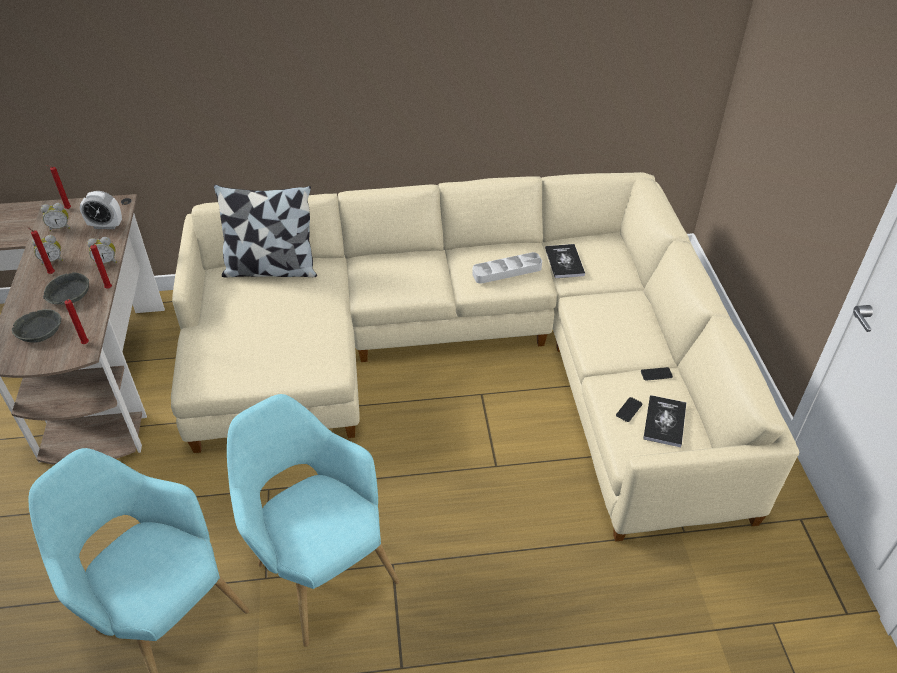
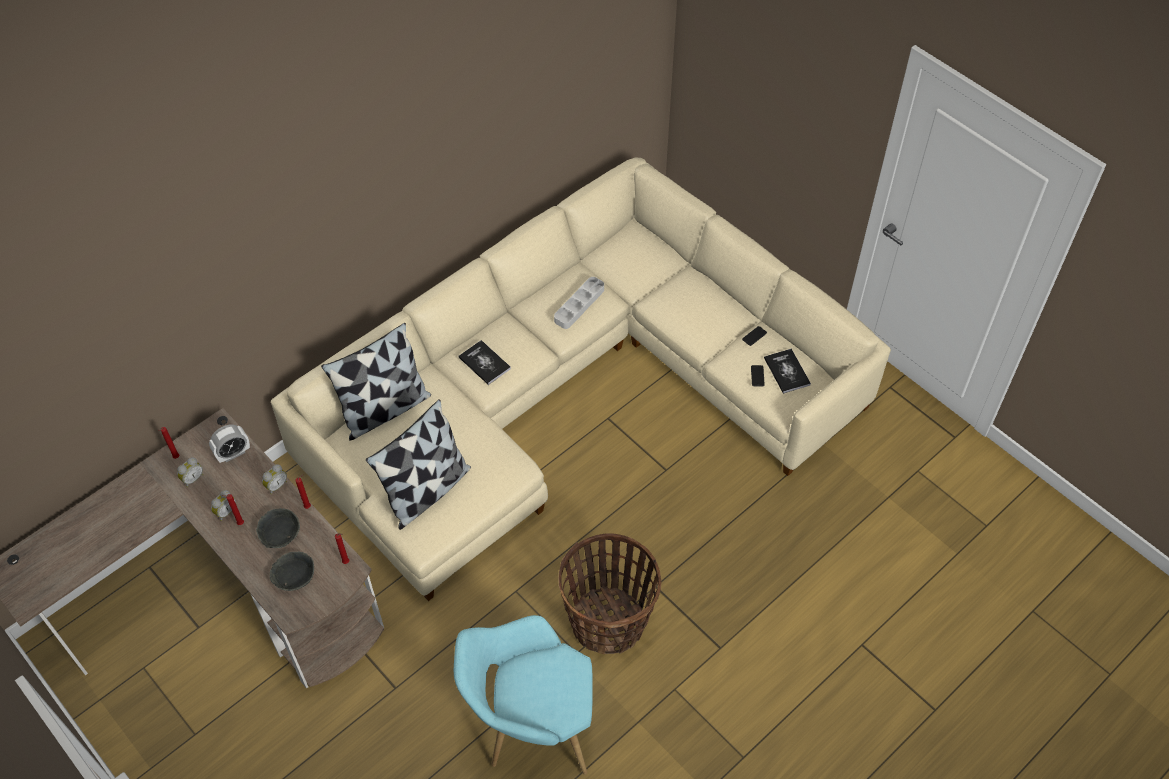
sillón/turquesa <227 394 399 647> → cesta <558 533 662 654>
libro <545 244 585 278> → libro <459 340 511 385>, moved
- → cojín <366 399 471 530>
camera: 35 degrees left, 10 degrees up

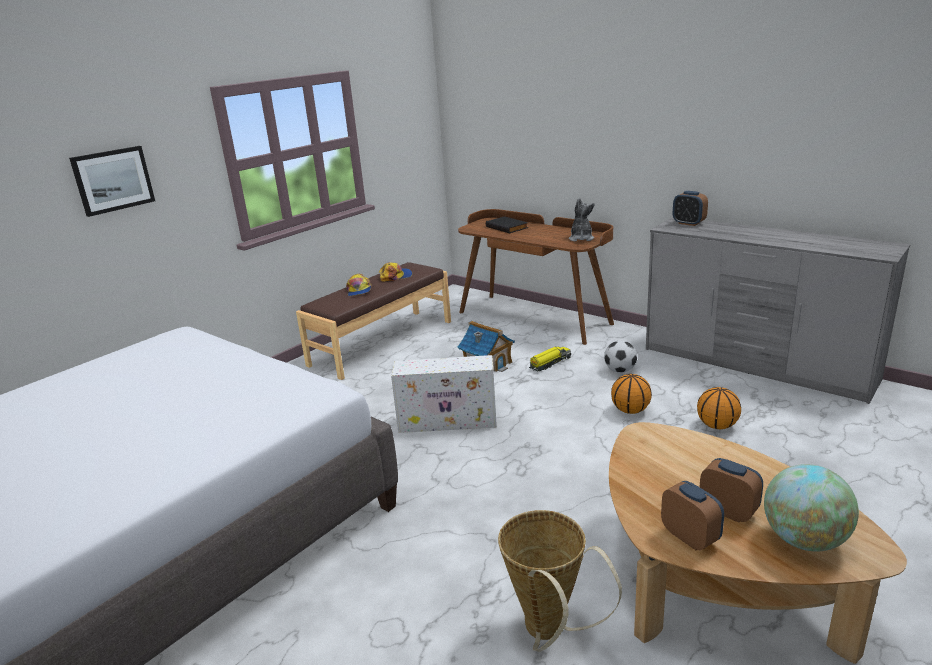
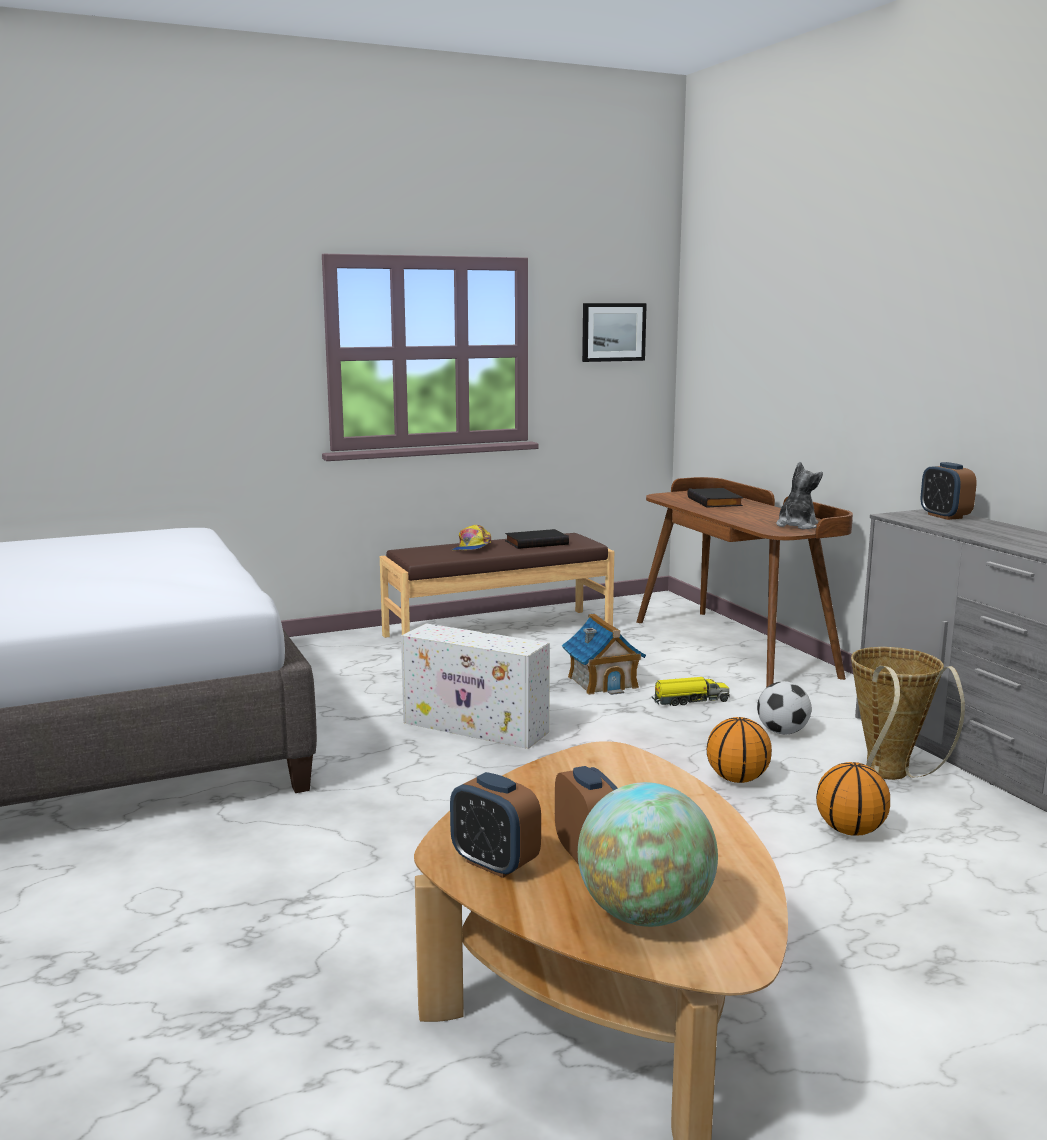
cuadro <69 146 155 217> → cuadro <582 303 647 362>, moved
gorra <379 262 412 282> → libro/negro <505 529 569 549>
cesta <498 510 622 652> → cesta <851 647 965 780>, moved
despertador <661 481 724 550> → despertador <450 772 541 878>, 135 degrees clockwise
camera: 25 degrees right, 10 degrees down

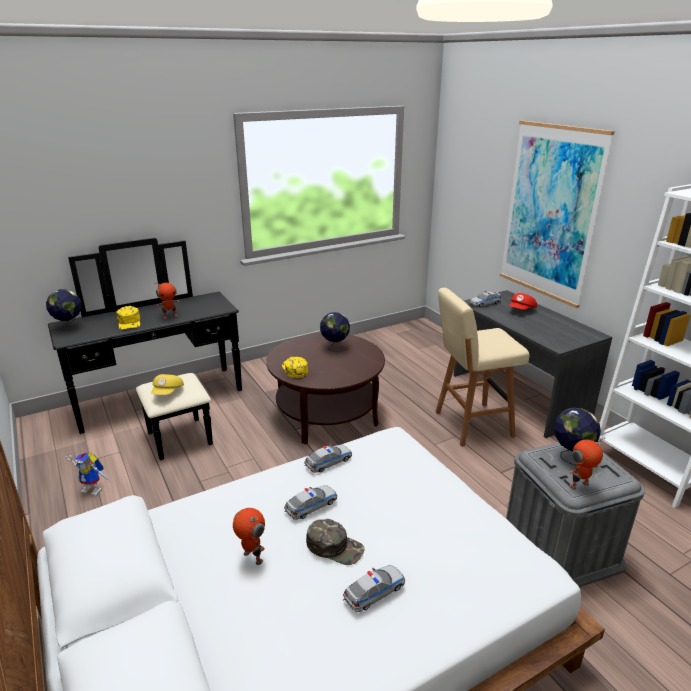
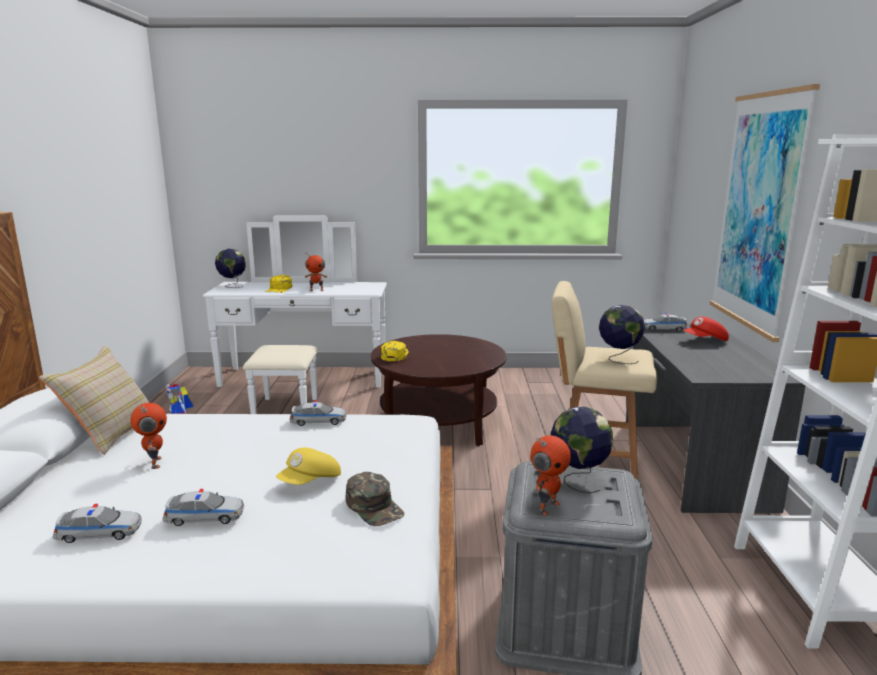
cómoda/negro <48 238 242 460> → cómoda/blanco <203 215 387 414>
gorra/amarillo <151 374 184 395> → gorra/amarillo <276 448 341 485>, moved
coche de juguete <284 485 337 520> → coche de juguete <53 504 142 543>, moved
gorra/verde <306 519 365 565> → gorra/verde <345 472 404 526>, moved
globo terráqueo <320 312 350 352> → globo terráqueo <599 305 645 364>, moved
robot de juguete <569 437 605 490> → robot de juguete <530 435 571 516>, 120 degrees clockwise
- → cojín/beis <39 345 149 455>
camera: 30 degrees right, 10 degrees down

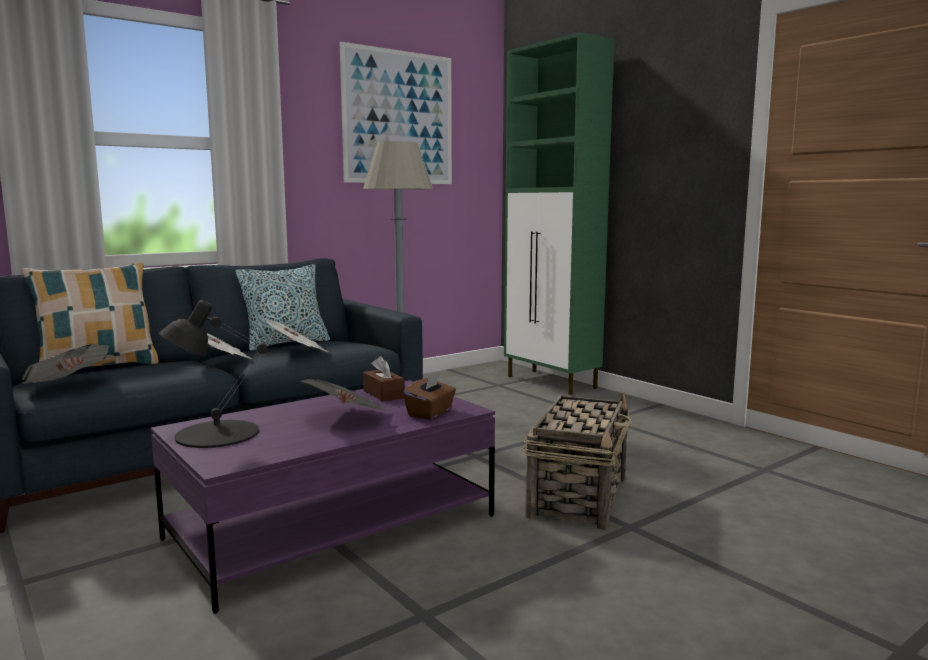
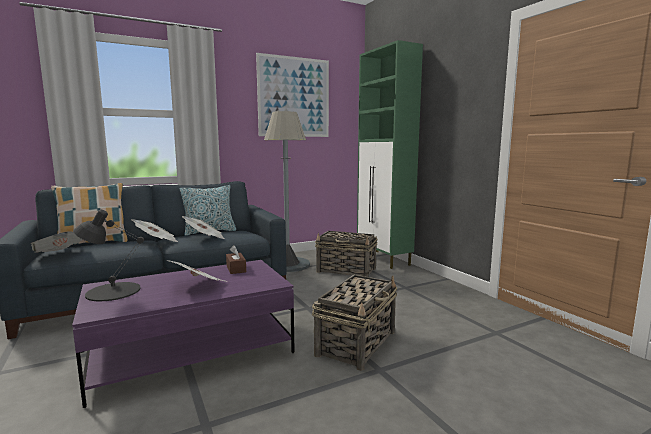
caja de pañuelos/marrón <403 372 456 420> → -
- → cesta <315 231 378 277>
camera: 10 degrees right, 0 degrees up

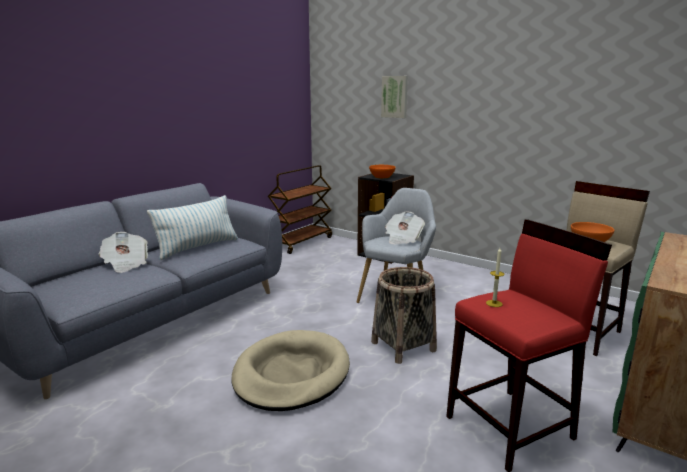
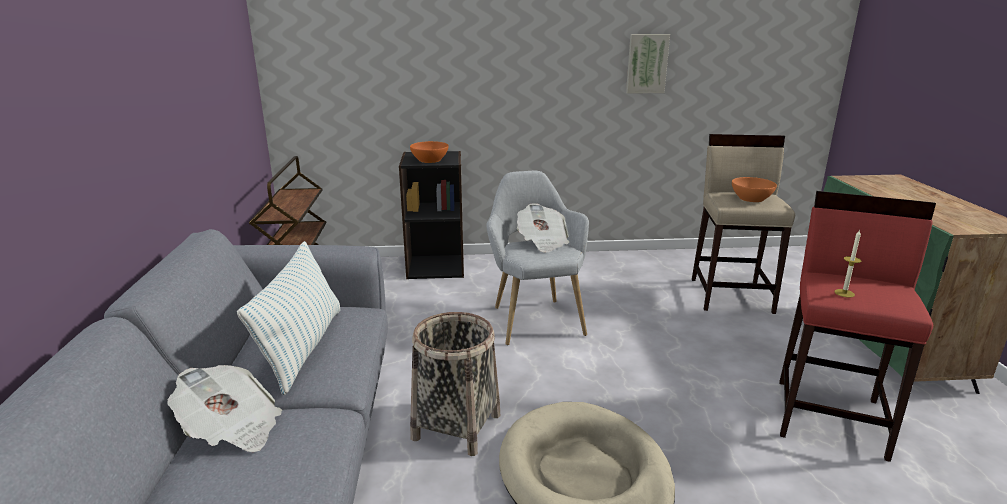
cesta <371 267 437 364> → cesta <410 312 501 456>, moved
cuadro <381 76 408 118> → cuadro <626 34 670 94>, moved
camera: 40 degrees left, 5 degrees up

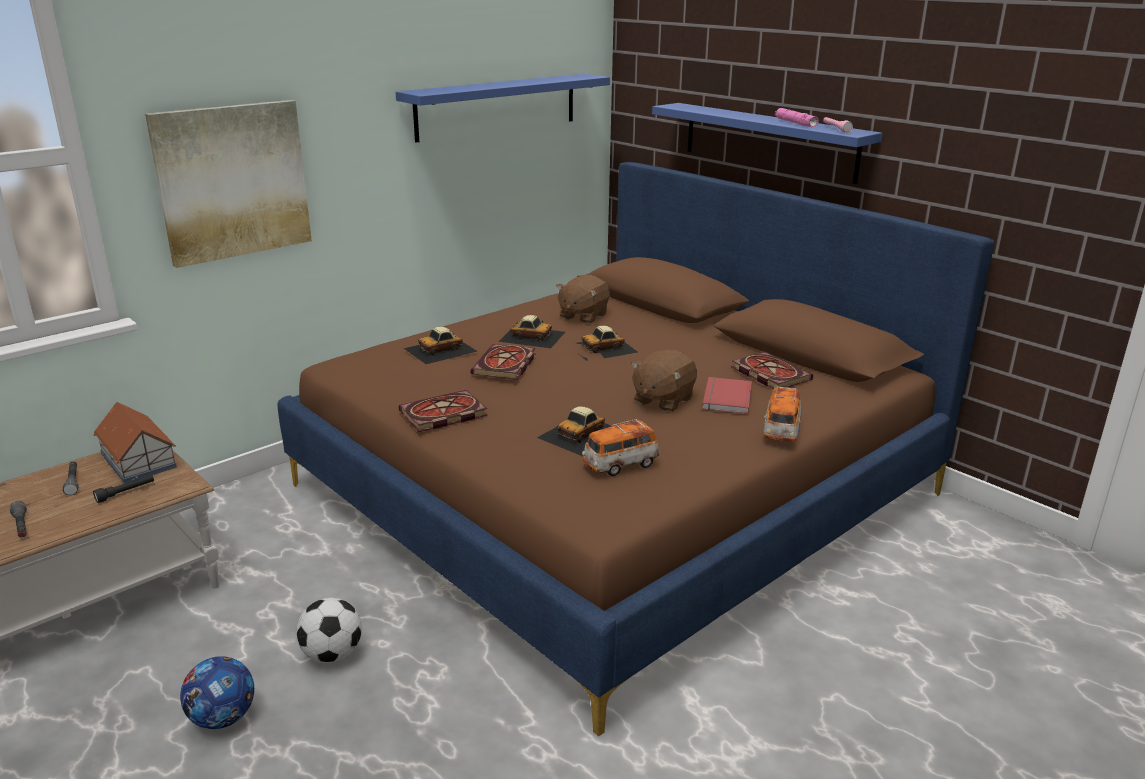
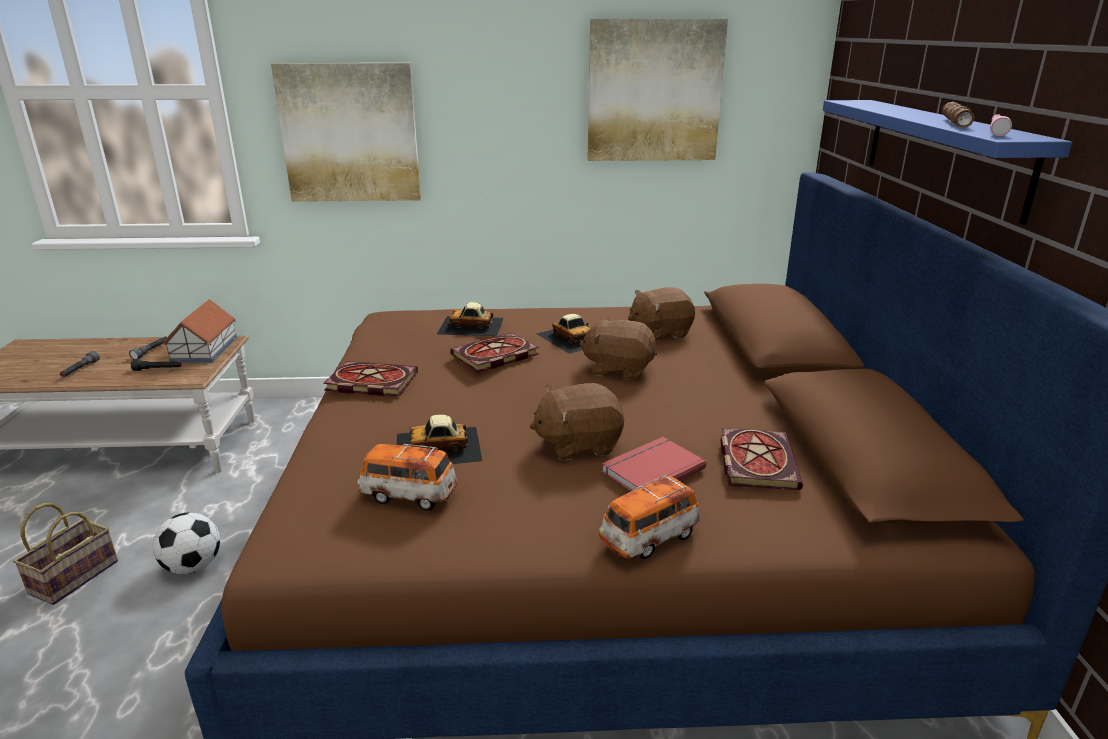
balón de fútbol <180 656 254 729> → cesta <13 503 118 605>
estante/azul <396 74 610 143> → cuadro <588 19 728 161>
coche de juguete <577 326 639 361> → peluche/marrón <580 317 657 380>
linterna/rosa <775 108 819 128> → linterna/marrón <942 102 975 128>
camera: 40 degrees right, 0 degrees up

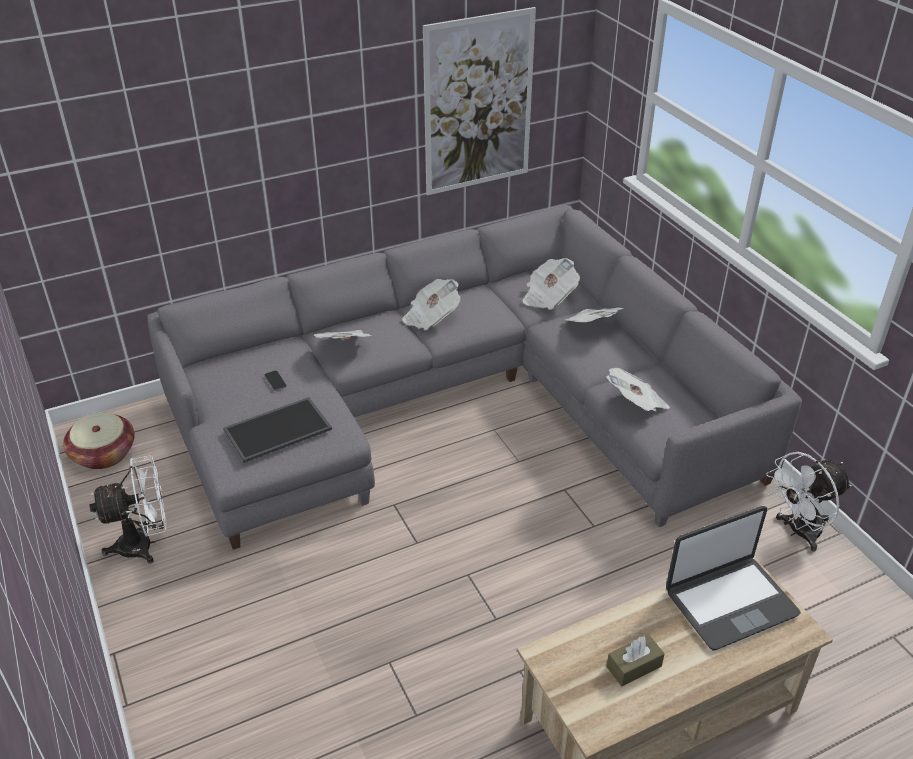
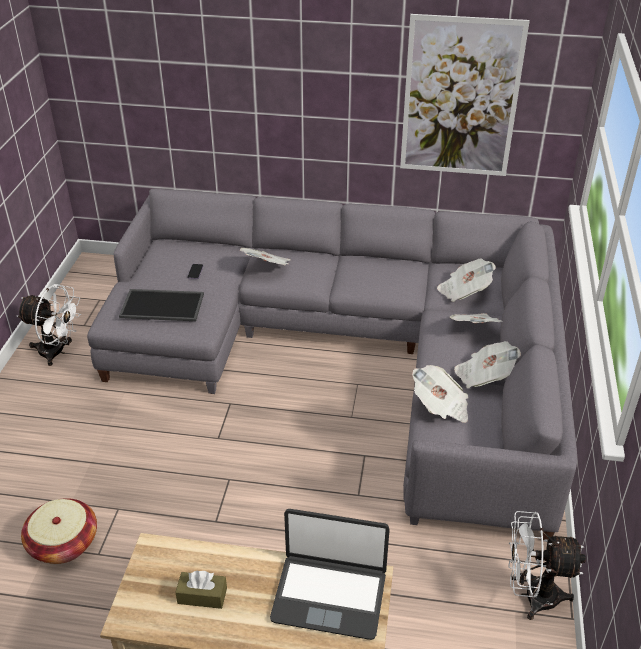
cesta <63 413 135 469> → cesta <21 498 97 564>, moved
periódico <402 279 460 331> → periódico <454 341 521 388>, moved
camera: 35 degrees right, 0 degrees up

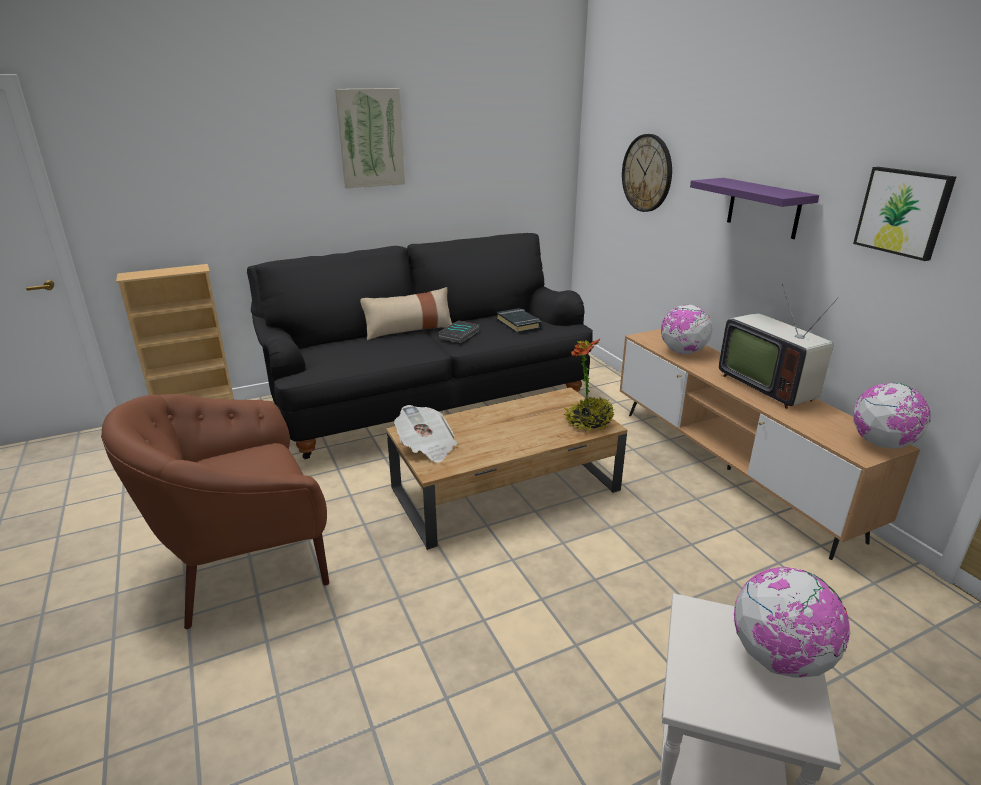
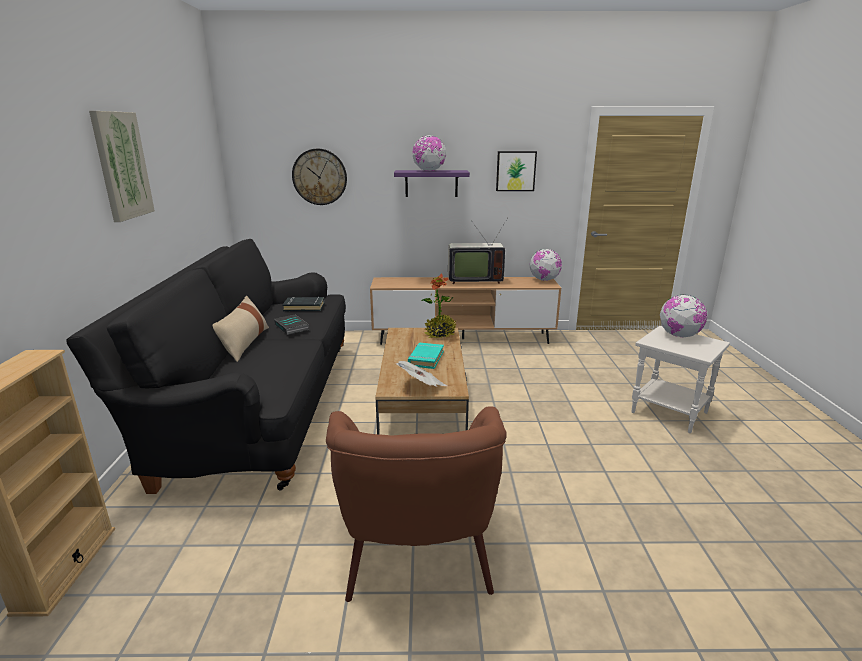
globo terráqueo <661 305 712 354> → globo terráqueo <413 135 446 171>, moved
- → libro/turquesa <408 343 444 369>
camera: 65 degrees left, 5 degrees down

